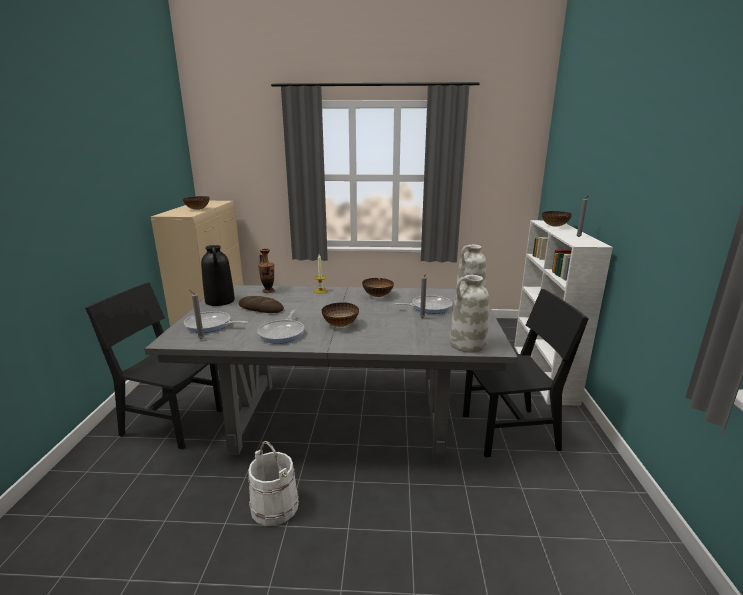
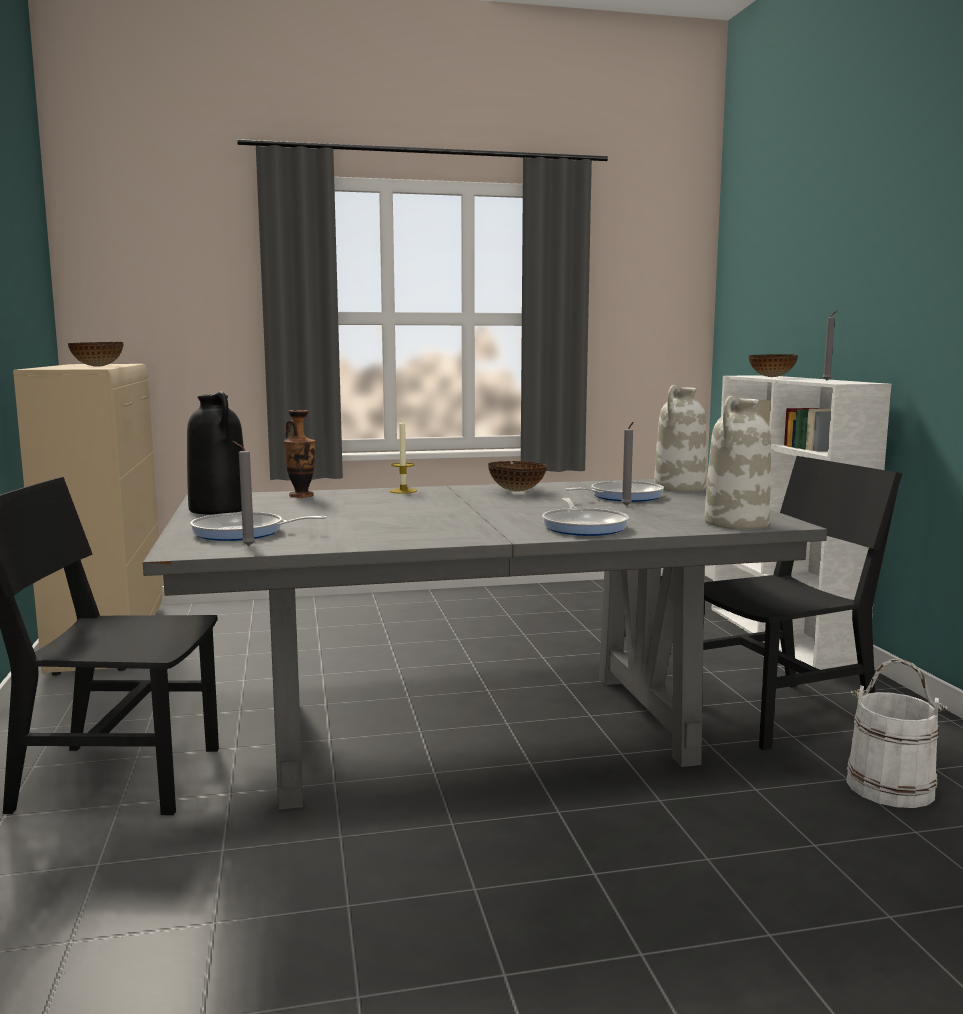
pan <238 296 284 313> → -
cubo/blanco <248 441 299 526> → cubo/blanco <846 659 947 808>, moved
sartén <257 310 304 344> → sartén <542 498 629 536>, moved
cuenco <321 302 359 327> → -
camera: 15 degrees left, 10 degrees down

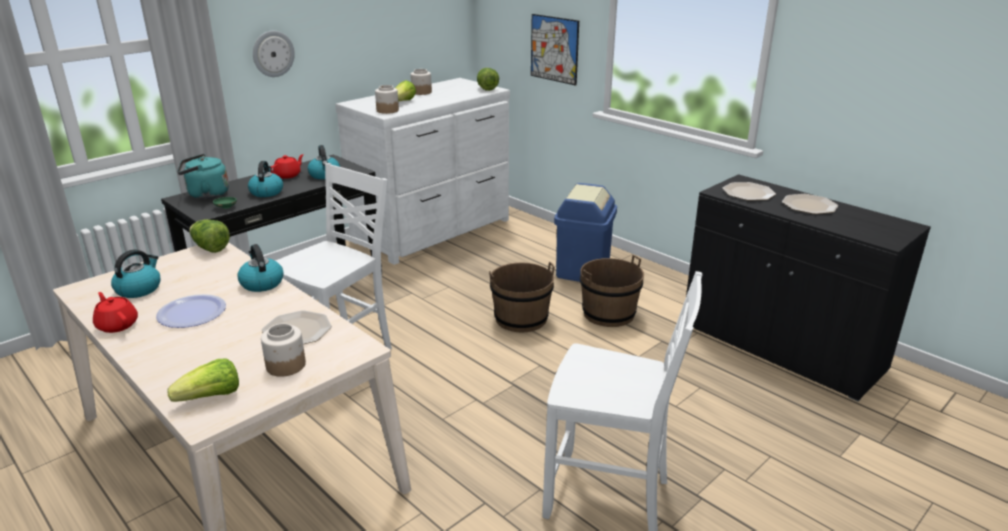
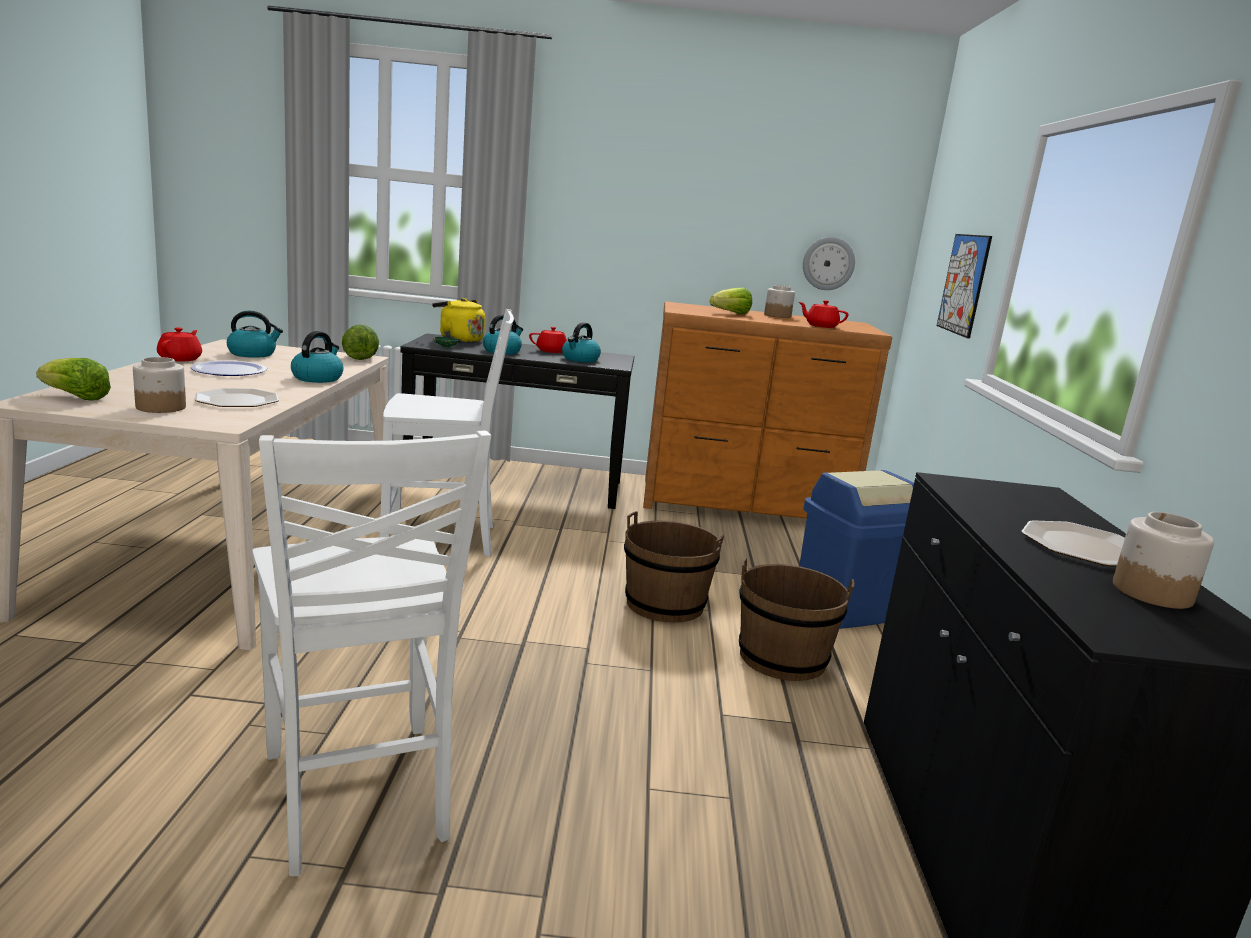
hervidor/turquesa <177 154 229 199> → hervidor/amarillo <432 298 485 343>
reloj de pared <253 31 295 77> → reloj de pared <803 237 855 290>, moved
cómoda/blanco <335 78 510 265> → cómoda/marrón <643 302 892 519>
tarro <375 85 399 114> → tarro <1113 512 1214 609>, moved
lechuga <477 68 499 91> → -
plato <722 182 776 200> → -
- → tetera/rojo <799 300 848 328>
camera: 45 degrees right, 10 degrees down

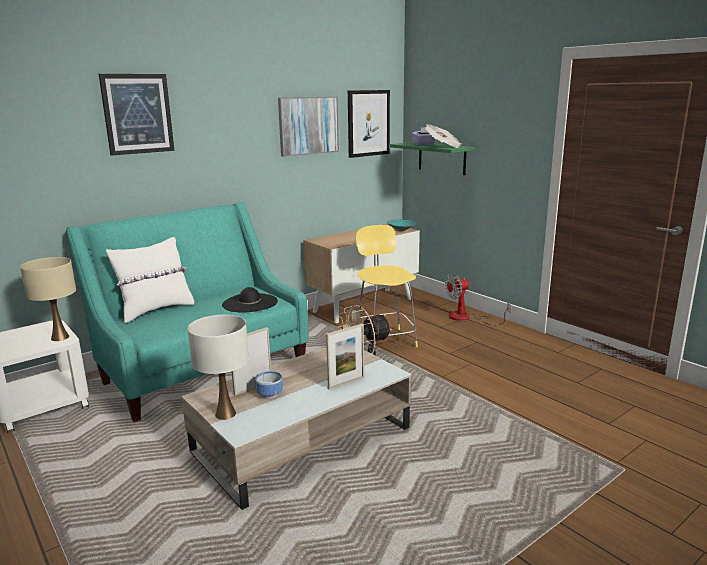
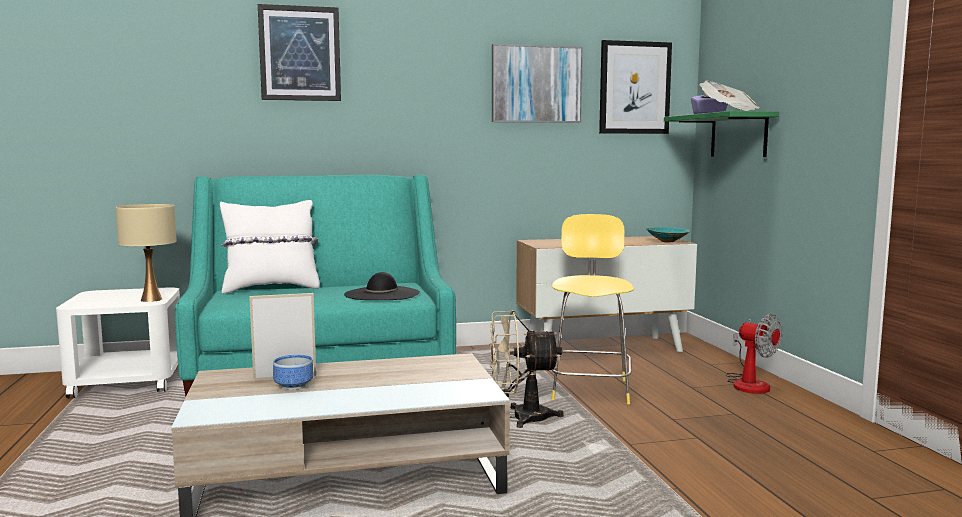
lámpara de mesa/blanco <188 315 249 420> → -
portarretratos <326 324 364 390> → -
ventilador <445 273 511 326> → ventilador <726 314 782 394>, 135 degrees counterclockwise
camera: 25 degrees right, 10 degrees down

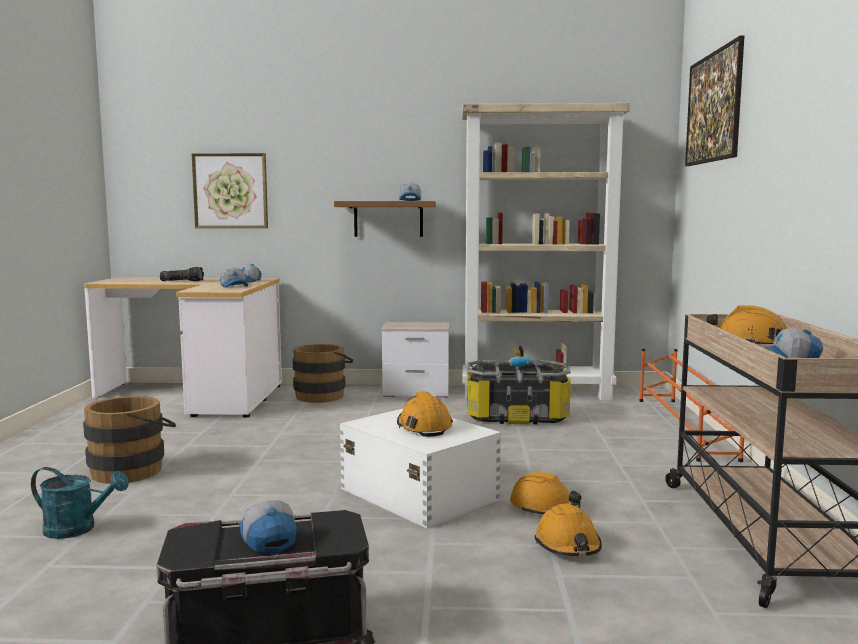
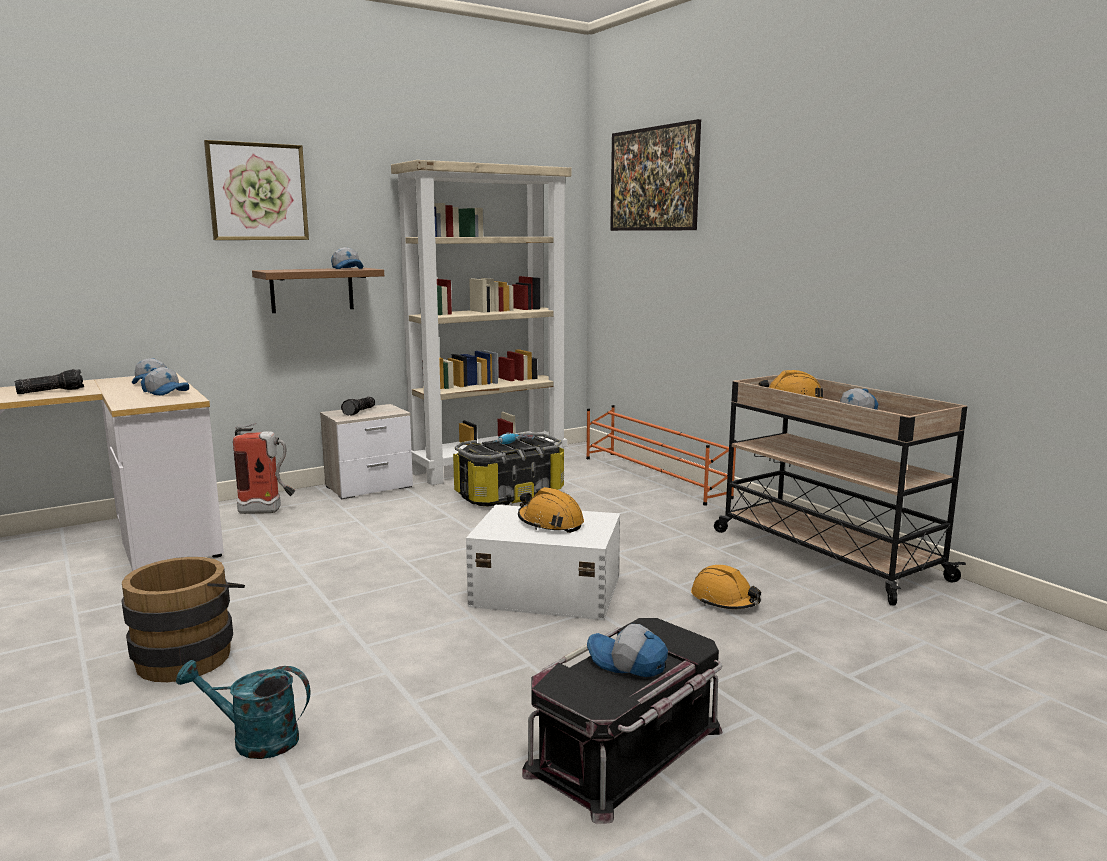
regadera/turquesa <31 467 129 539> → regadera/turquesa <176 660 310 759>, 150 degrees counterclockwise
cuadro <192 153 268 228> → cuadro <204 140 309 240>, moved
cubo/marrón <293 344 353 403> → extintor <233 423 296 514>
casco/naranja <510 472 582 515> → -
- → linterna <341 397 375 416>
camera: 35 degrees left, 5 degrees up

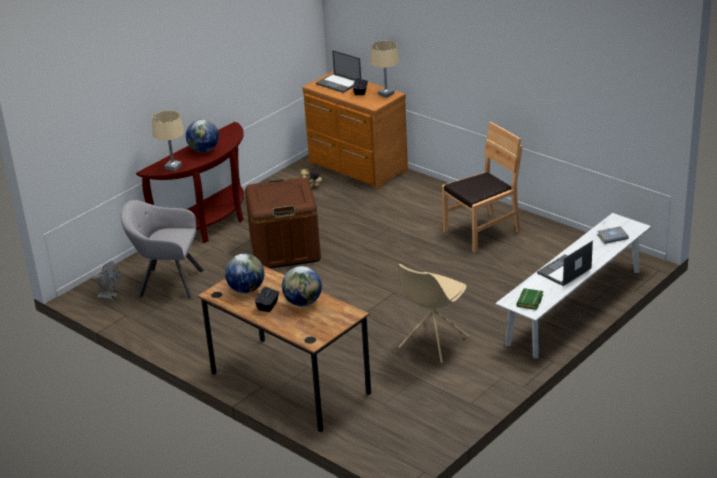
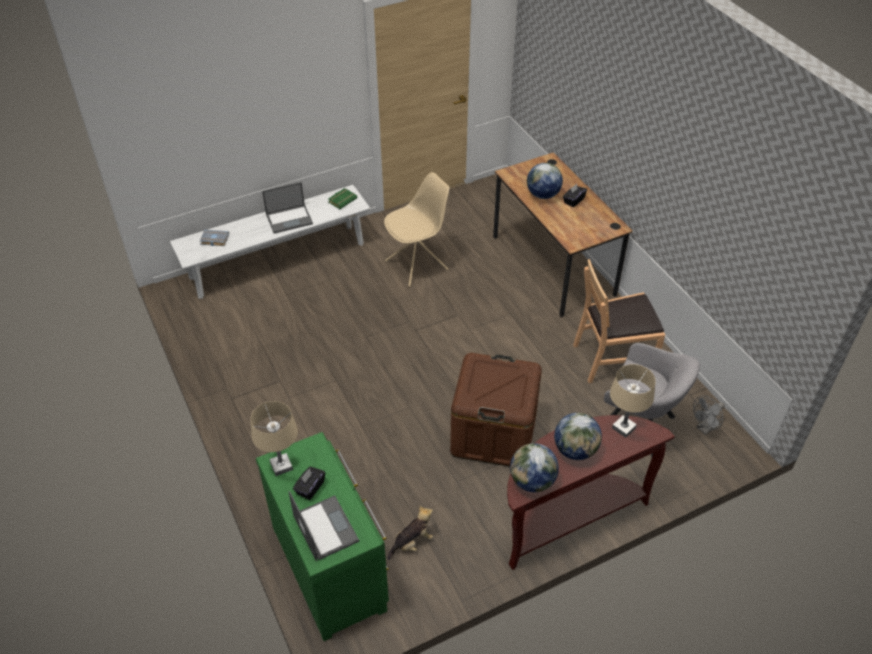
ventilador/gris <92 261 121 301> → ventilador/gris <693 395 725 435>, 75 degrees counterclockwise
globo terráqueo <225 254 264 293> → globo terráqueo <510 443 559 492>, moved
cómoda/marrón <303 71 408 190> → cómoda/verde <256 432 389 641>
silla/marrón <442 122 522 253> → silla/marrón <573 259 665 383>, moved
camera: 160 degrees left, 15 degrees up

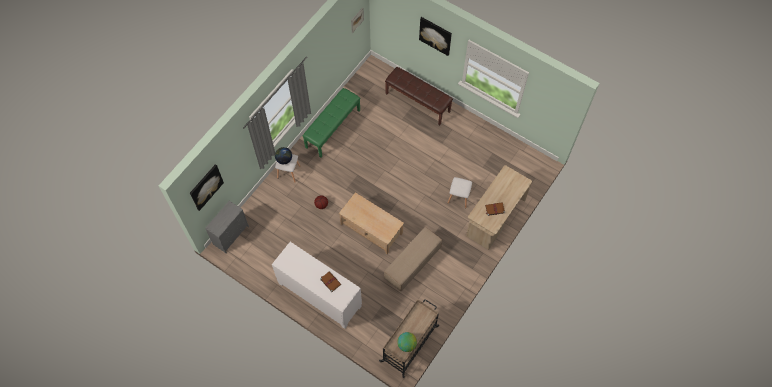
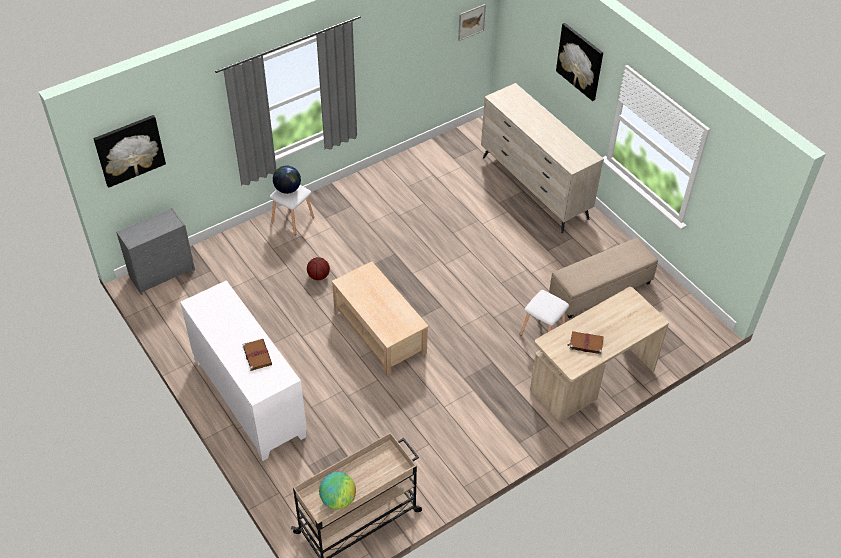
banco/verde <302 88 360 158> → -
puf/beis <384 227 442 291> → puf/beis <549 238 658 318>, moved
banco/marrón <385 67 453 125> → cómoda/beis <481 83 604 233>
camera: 20 degrees right, 15 degrees down

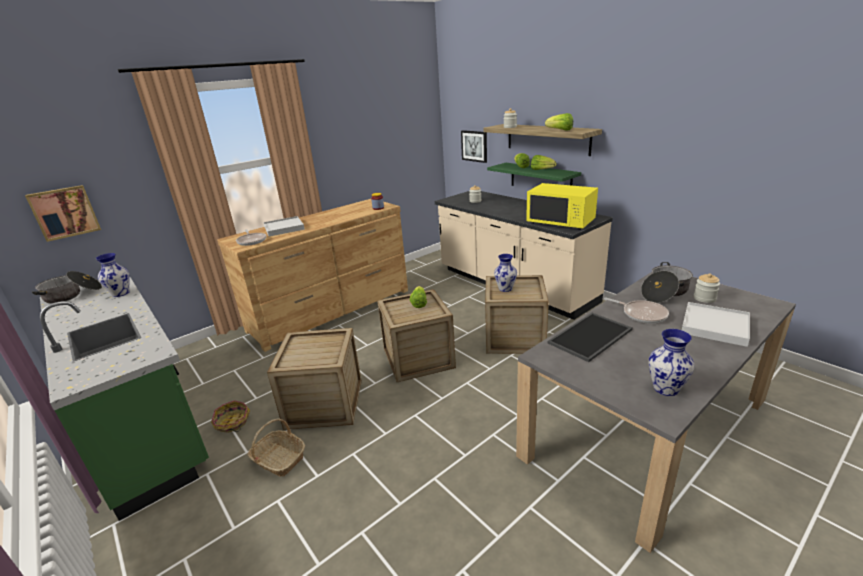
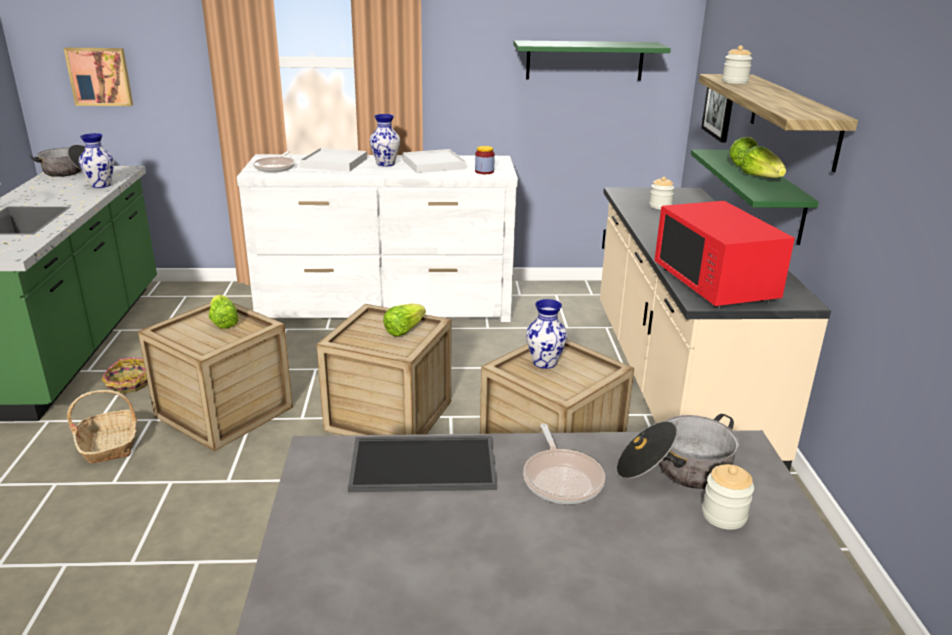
cómoda/marrón <217 199 408 352> → cómoda/blanco <237 154 518 322>
microondas/amarillo <526 183 598 230> → microondas/rojo <654 201 795 309>
lechuga <545 113 573 131> → lechuga <209 295 239 329>, moved
florero <649 329 695 396> → florero <370 114 400 167>, moved
bandeja/blanco <682 302 750 347> → bandeja/blanco <402 149 466 173>, moved
- → estante/verde <513 40 671 81>
camera: 35 degrees right, 0 degrees up

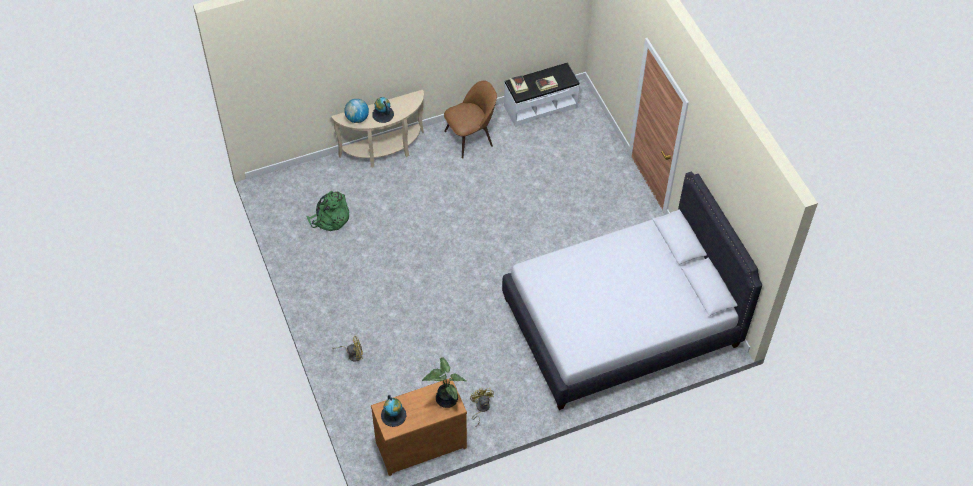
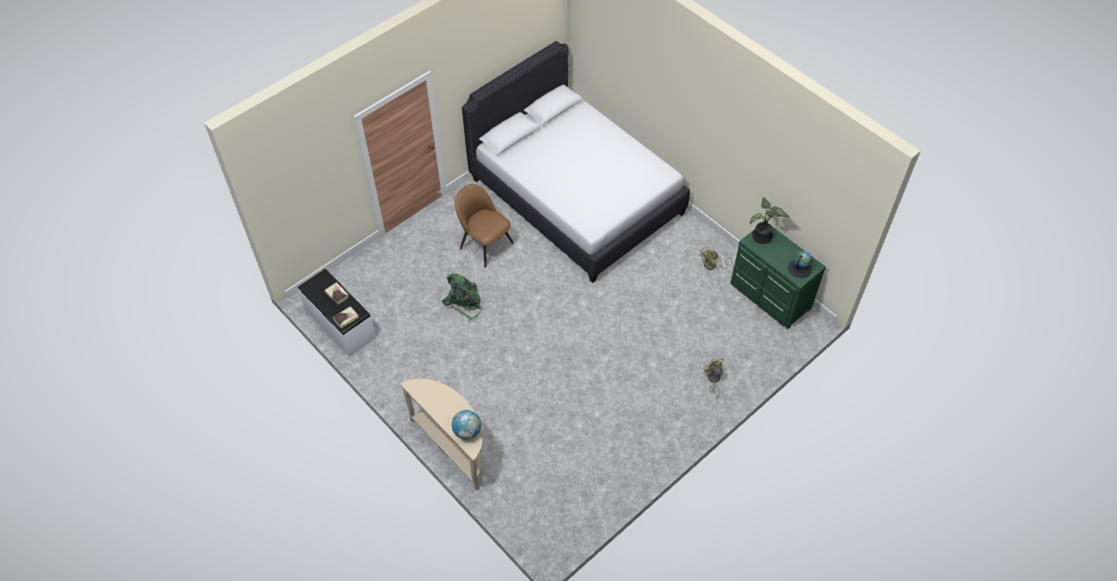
mochila/verde <306 191 349 231> → mochila/verde <442 274 481 322>, moved
cómoda/marrón <371 378 467 476> → cómoda/verde <730 227 826 330>
globo terráqueo <372 97 394 123> → -
silla/marrón <444 81 497 159> → silla/marrón <454 184 514 268>, moved
camera: 110 degrees left, 0 degrees up

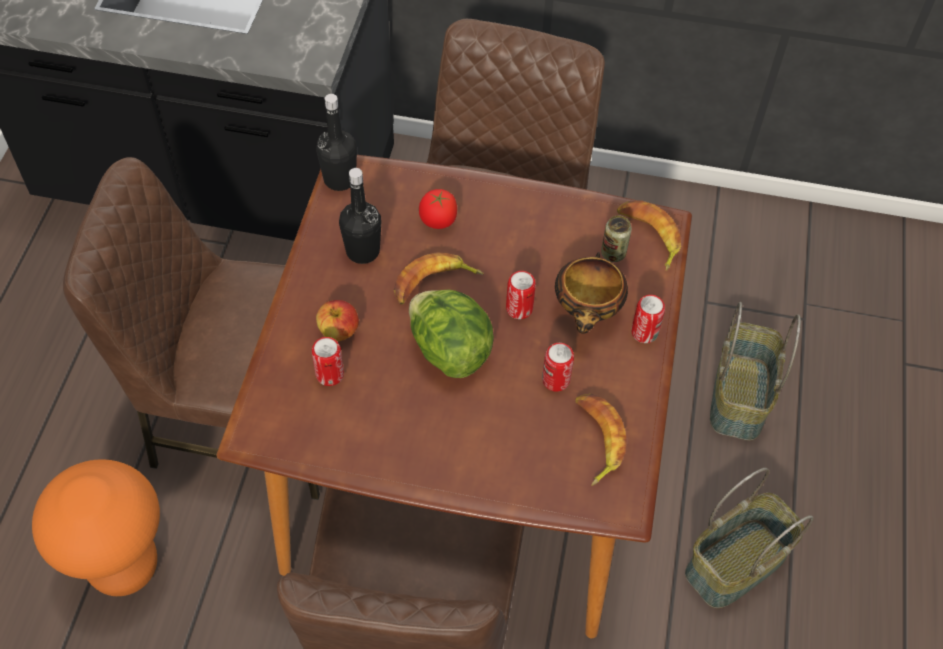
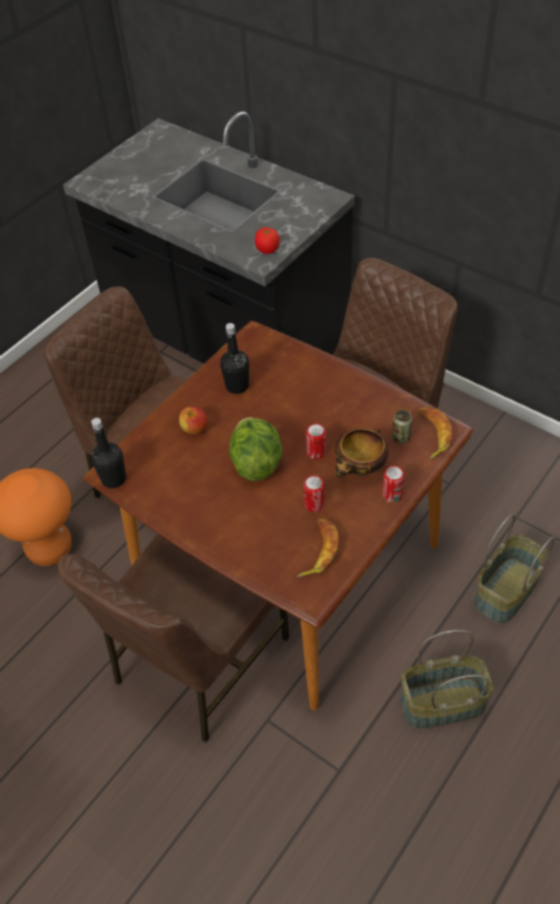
lata <312 337 344 386> → -
botella/negro <316 94 357 191> → botella/negro <91 418 126 488>, moved
plátano <394 252 484 304> → -
tomate <419 189 457 229> → tomate <255 227 280 254>, moved
camera: 30 degrees right, 5 degrees down

